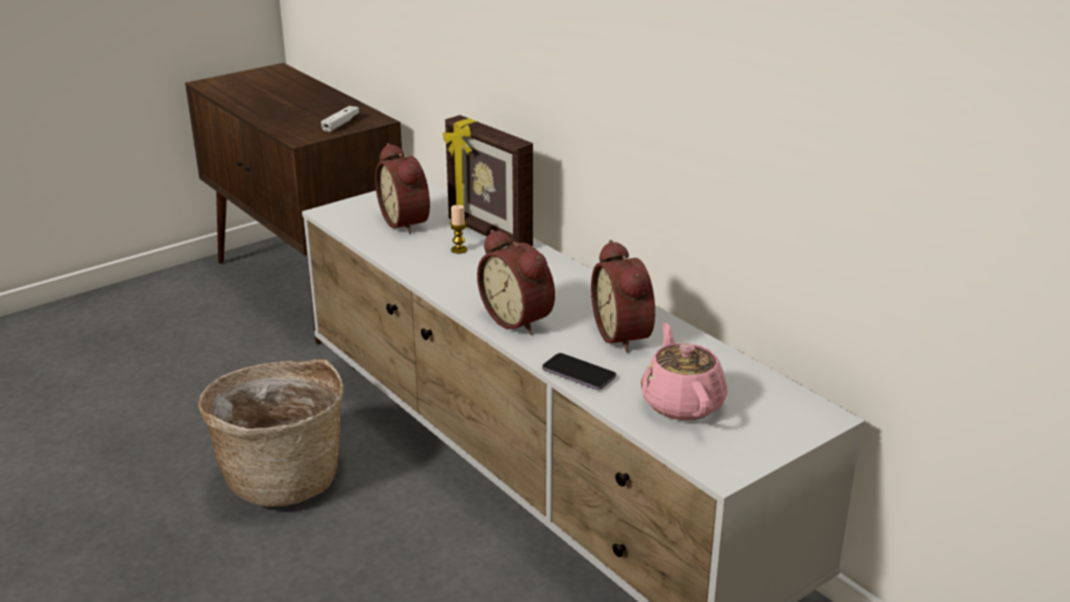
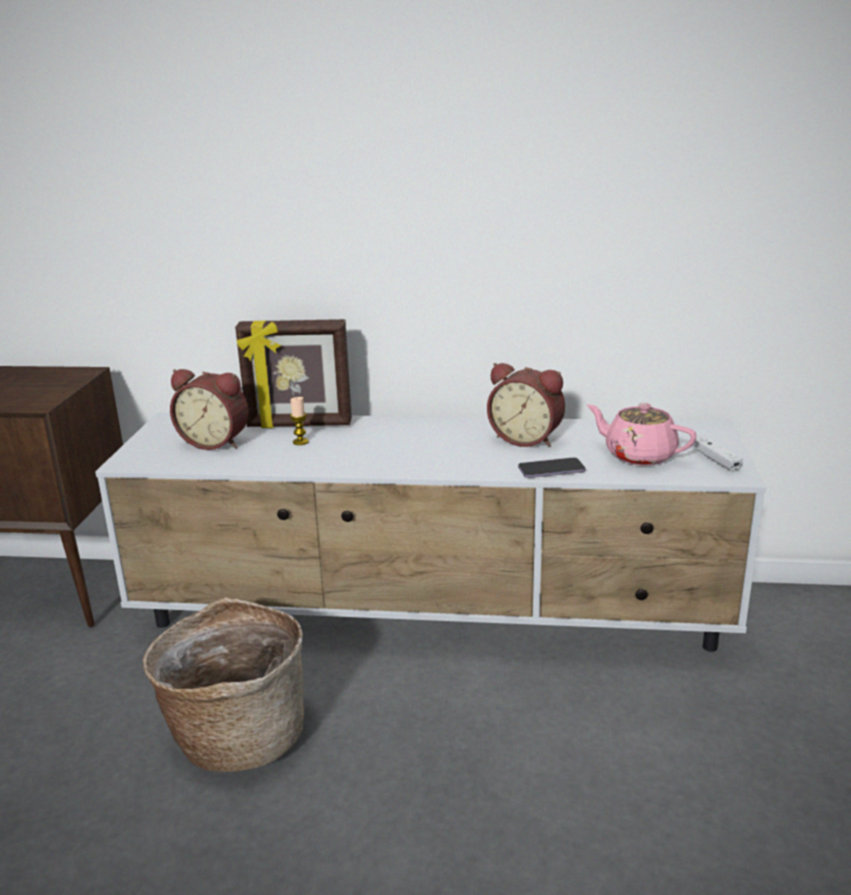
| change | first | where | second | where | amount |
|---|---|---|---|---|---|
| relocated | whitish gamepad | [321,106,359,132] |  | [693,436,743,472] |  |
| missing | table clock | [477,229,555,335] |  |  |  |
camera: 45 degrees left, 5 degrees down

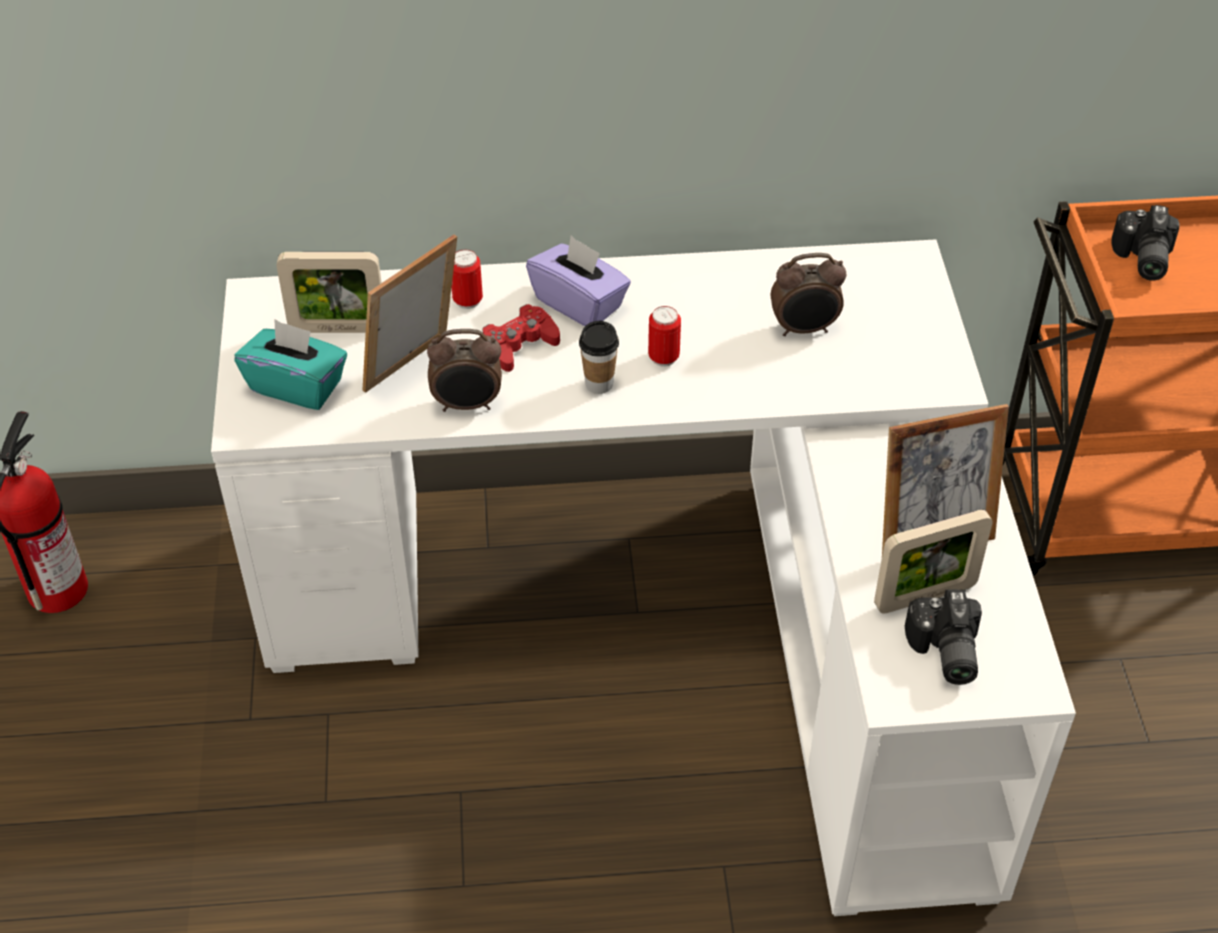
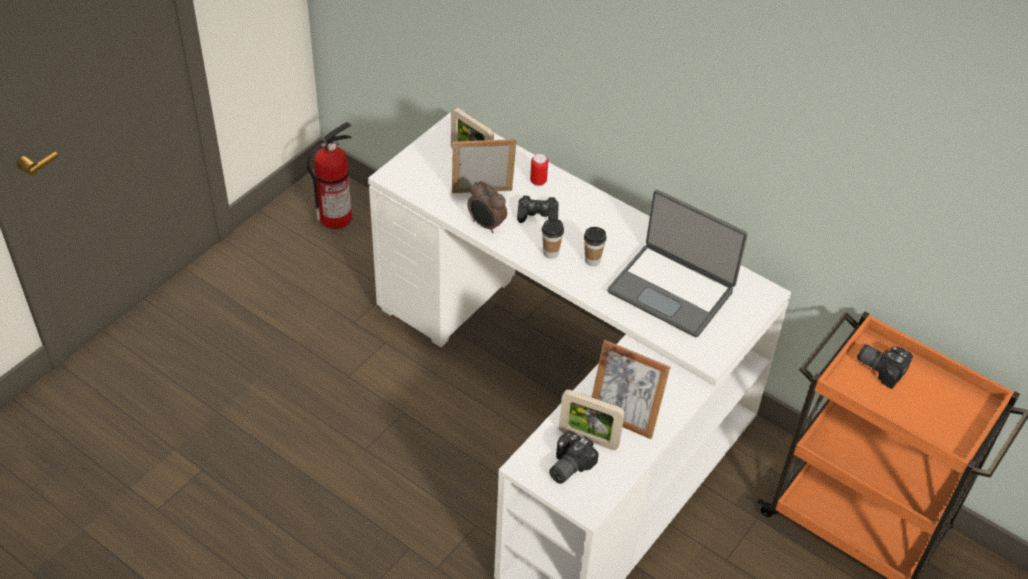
| change | first | where | second | where | amount |
|---|---|---|---|---|---|
| missing | turquoise tissue box | [234,319,347,410] |  |  |  |
| colour | reddish gamepad | [483,304,560,372] | blackish gamepad | [517,195,559,223] |  |
| missing | purplish tissue box | [526,236,631,326] |  |  |  |
| exchanged | metal can | [648,306,681,367] | drinking cup | [584,227,607,266] |  |
| exchanged | table clock | [771,253,846,336] | notebook computer | [607,189,748,338] |  |
| spun | still camera | [1111,205,1179,281] |  | [857,344,913,389] | 75 degrees clockwise |
camera: 40 degrees right, 0 degrees up

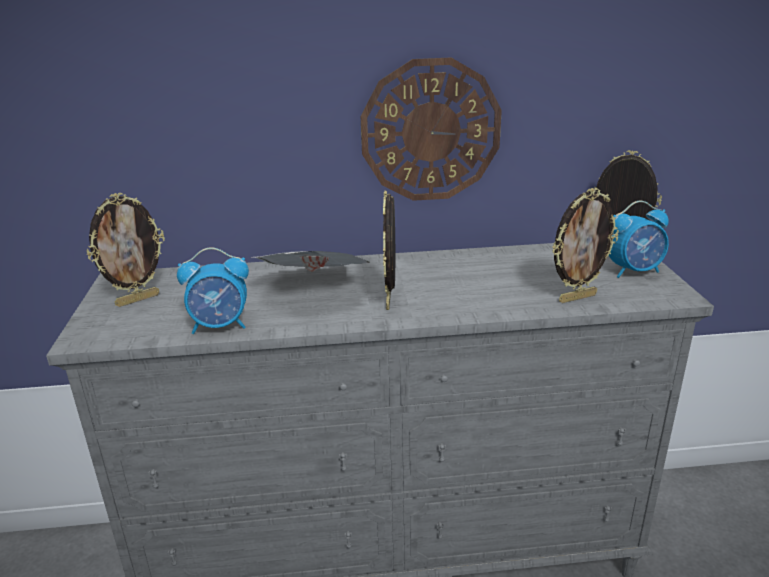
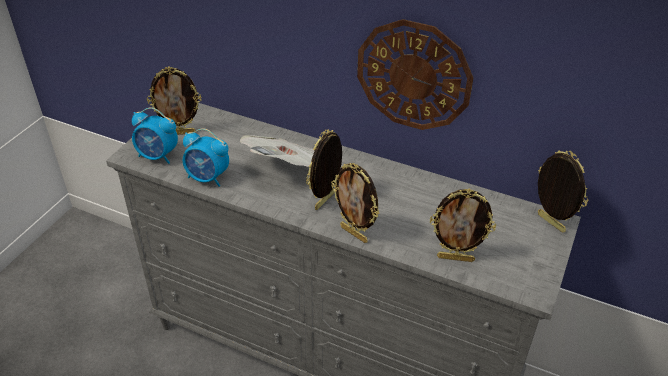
| change | first | where | second | where | amount |
|---|---|---|---|---|---|
| relocated | table clock | [609,201,669,278] |  | [132,107,178,164] |  |
| appeared |  |  | picture frame | [331,163,379,243] |  |
camera: 30 degrees right, 15 degrees up

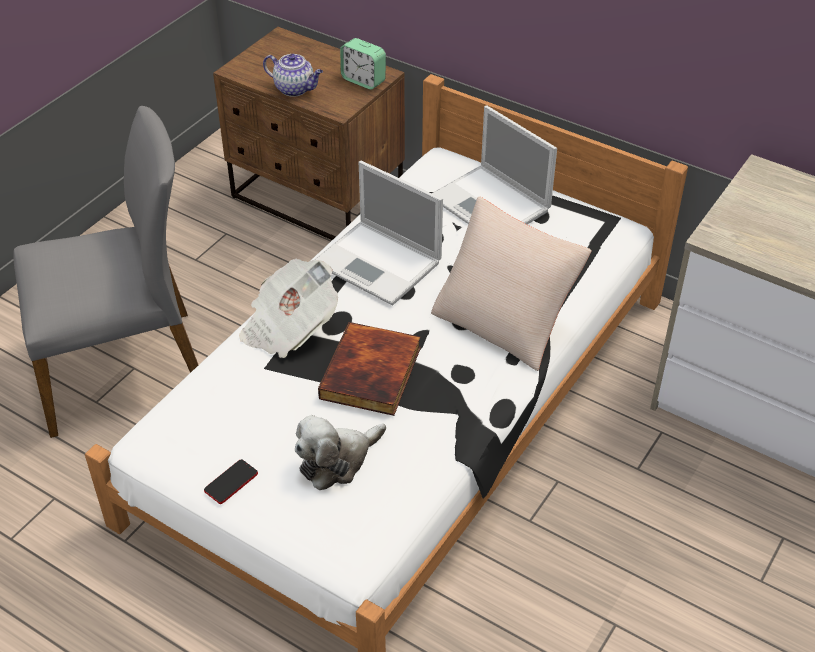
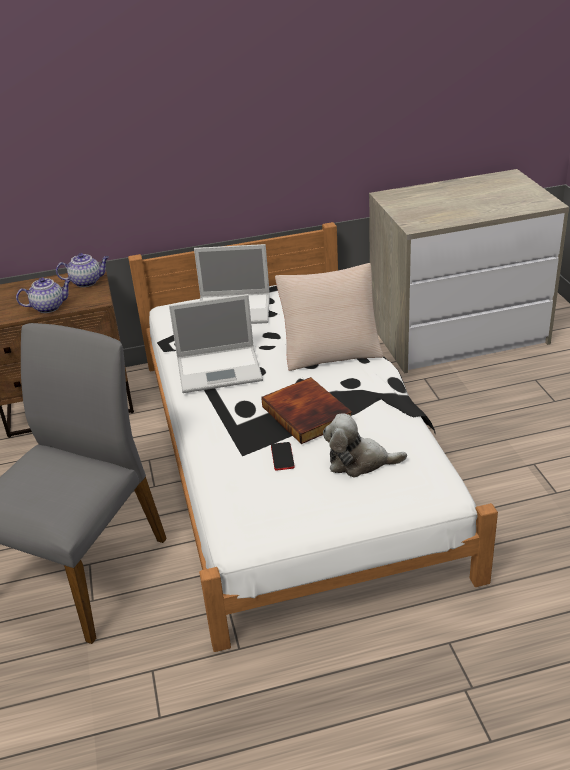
| change | first | where | second | where | amount |
|---|---|---|---|---|---|
| relocated | phone | [204,459,258,504] |  | [271,442,294,471] |  |
| missing | printed paper | [239,259,338,358] |  |  |  |
| spun | plush toy | [295,415,386,490] |  | [323,413,407,477] | 90 degrees clockwise |
| exchanged | table clock | [340,38,386,90] | pot for tea | [56,253,109,287] |  |
camera: 45 degrees left, 10 degrees down

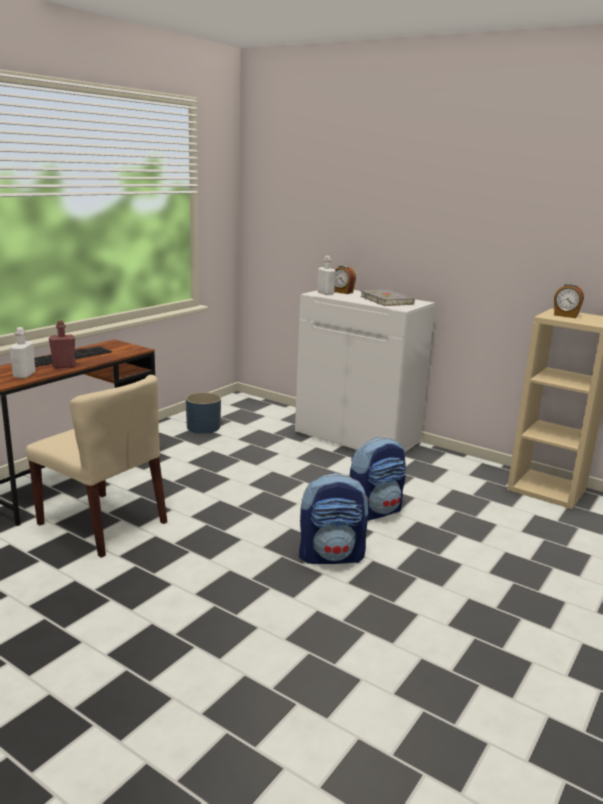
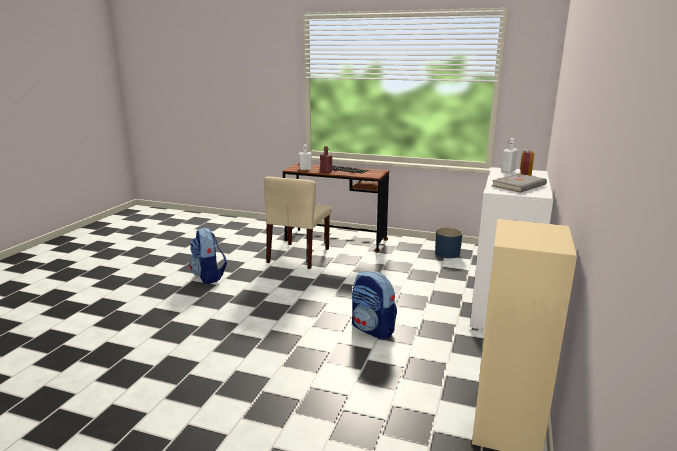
| change | first | where | second | where | amount |
|---|---|---|---|---|---|
| relocated | backpack | [299,473,369,564] |  | [189,228,227,284] |  |
| missing | table clock | [554,283,584,318] |  |  |  |
camera: 75 degrees right, 0 degrees up

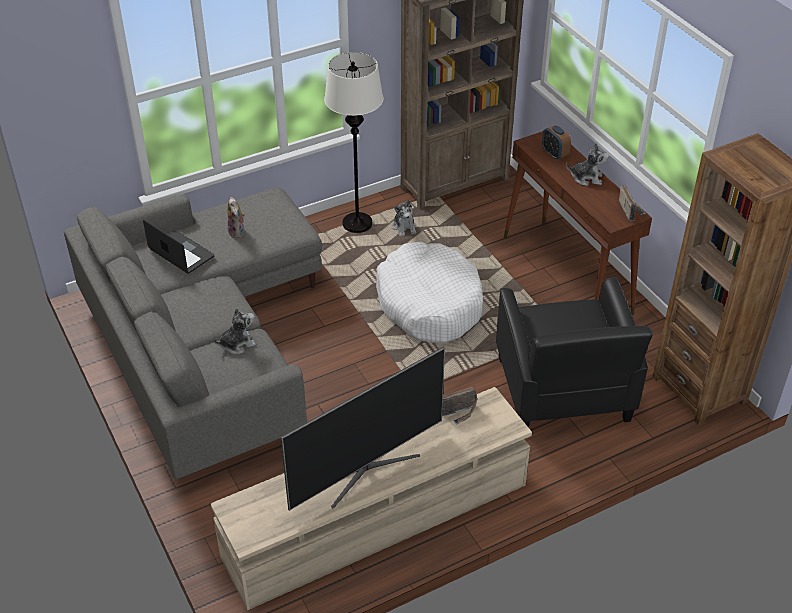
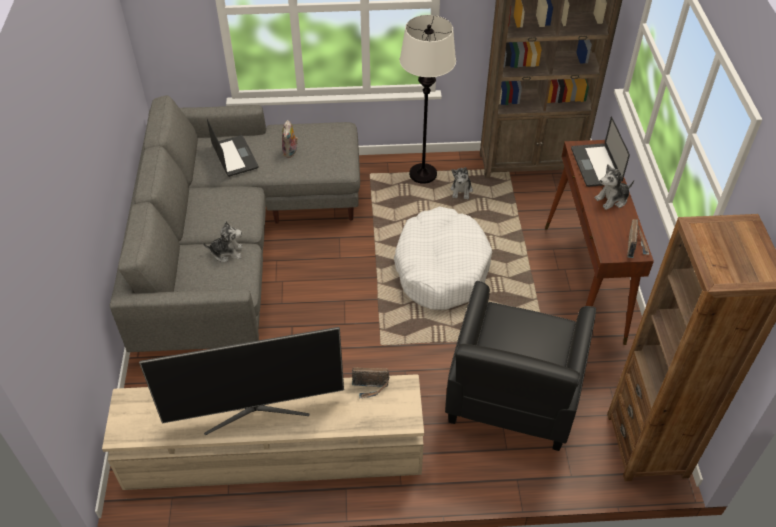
| change | first | where | second | where | amount |
|---|---|---|---|---|---|
| exchanged | table clock | [542,125,571,160] | notebook computer | [571,117,630,187] |  |
| spun | plush toy | [566,143,609,186] |  | [595,164,634,210] | 120 degrees clockwise |
camera: 25 degrees right, 5 degrees up

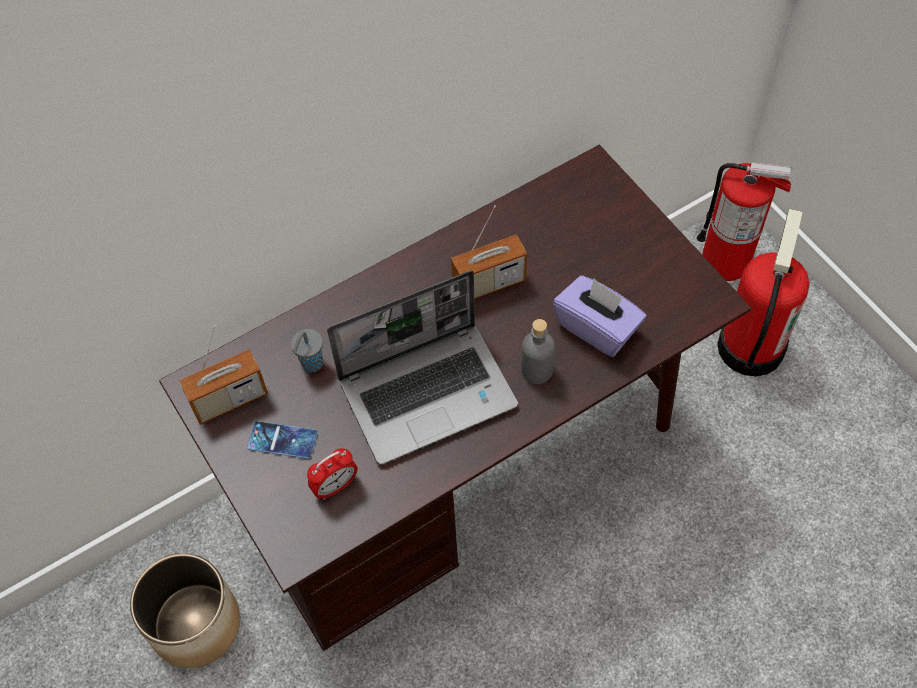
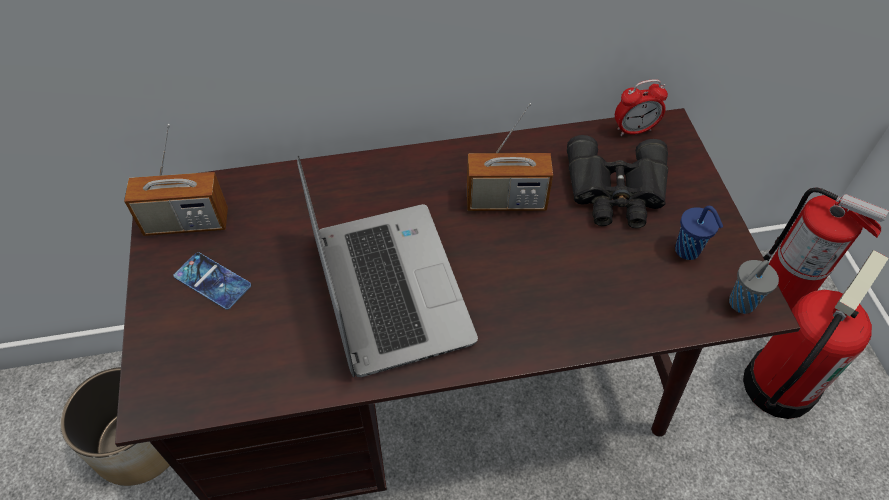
| change | first | where | second | where | amount |
|---|---|---|---|---|---|
| relocated | grey drinking cup | [291,329,323,372] |  | [729,260,779,314] |  |
| relocated | table clock | [307,448,358,500] |  | [615,79,668,136] |  |
| spun | notebook computer | [327,270,518,464] |  | [297,156,478,378] | 105 degrees counterclockwise |
| missing | grey drink bottle | [521,319,555,384] |  |  |  |
| missing | purplish tissue box | [553,275,646,357] |  |  |  |
| appeared |  |  | blackish pair of binoculars | [567,135,668,228] |  |
| appeared |  |  | blue-coloured drinking cup | [675,206,723,260] |  |
camera: 20 degrees right, 5 degrees down

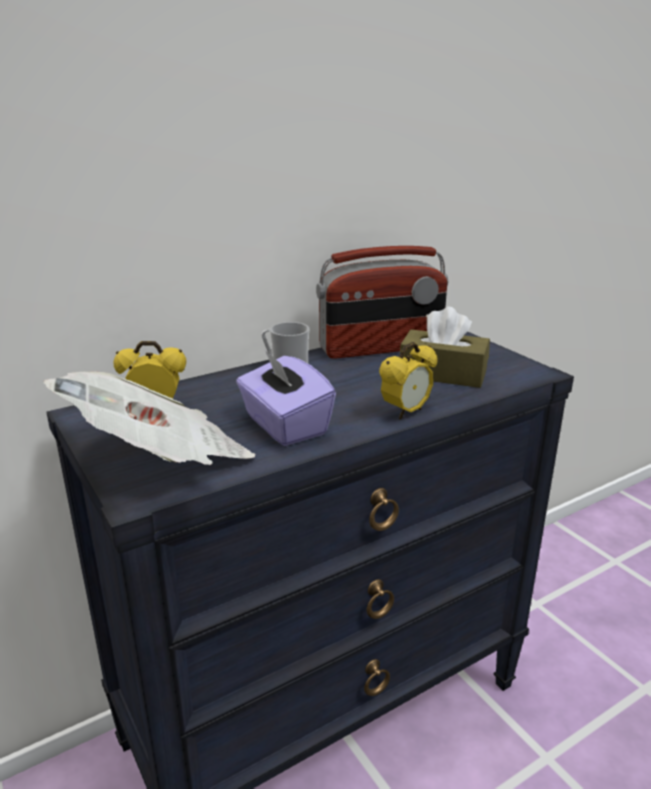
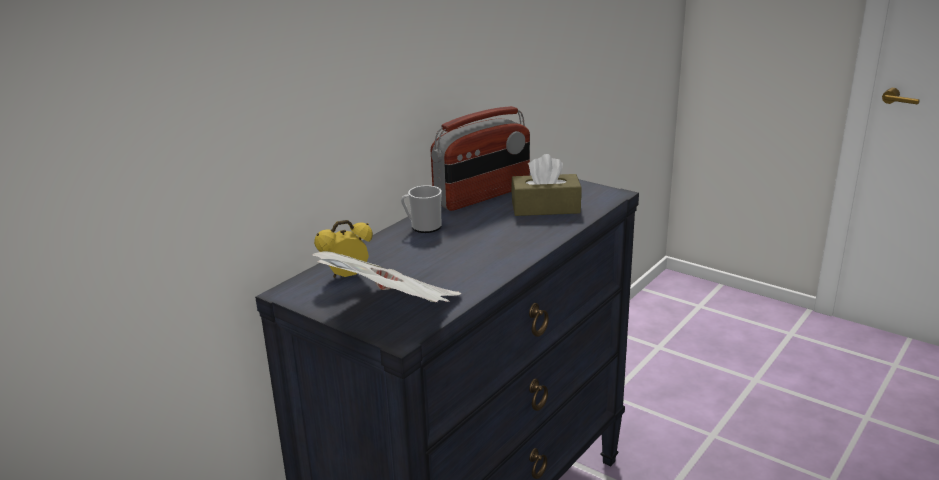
| change | first | where | second | where | amount |
|---|---|---|---|---|---|
| missing | purplish tissue box | [236,350,336,446] |  |  |  |
| missing | table clock | [379,342,437,419] |  |  |  |
camera: 20 degrees left, 0 degrees up

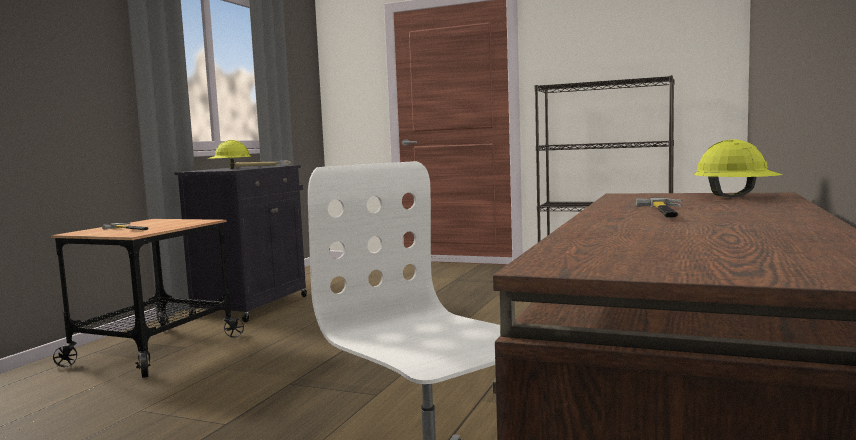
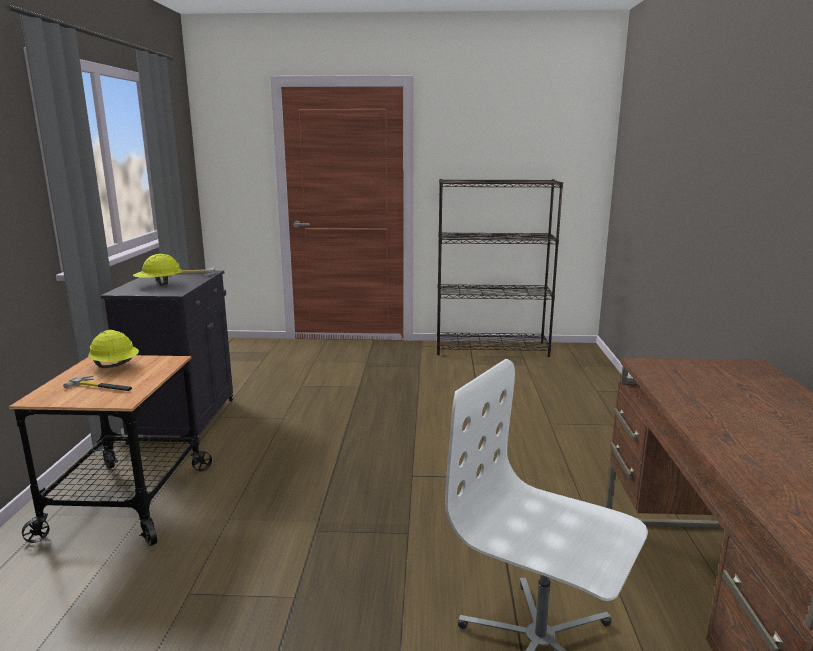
| change | first | where | second | where | amount |
|---|---|---|---|---|---|
| missing | hammer | [636,198,682,218] |  |  |  |
| relocated | yellow-coloured hard hat | [694,139,783,197] |  | [88,330,139,368] |  |
camera: 20 degrees left, 10 degrees up

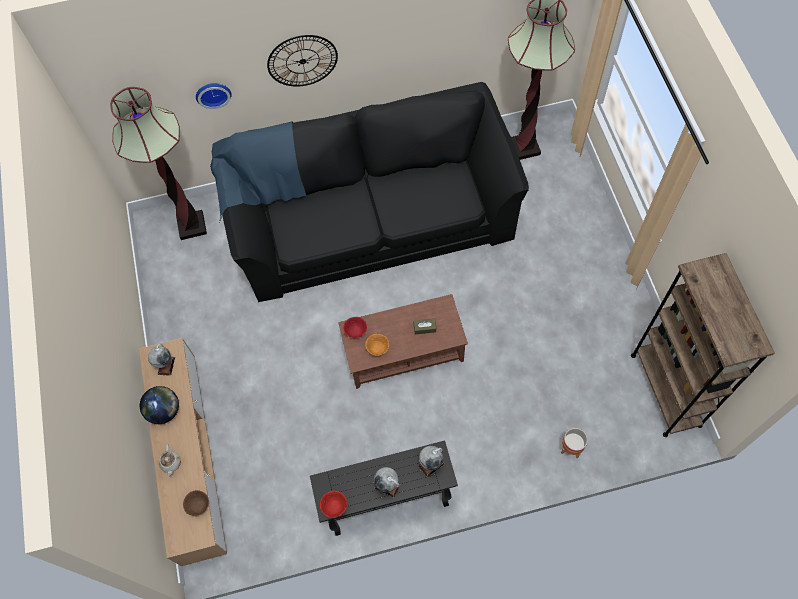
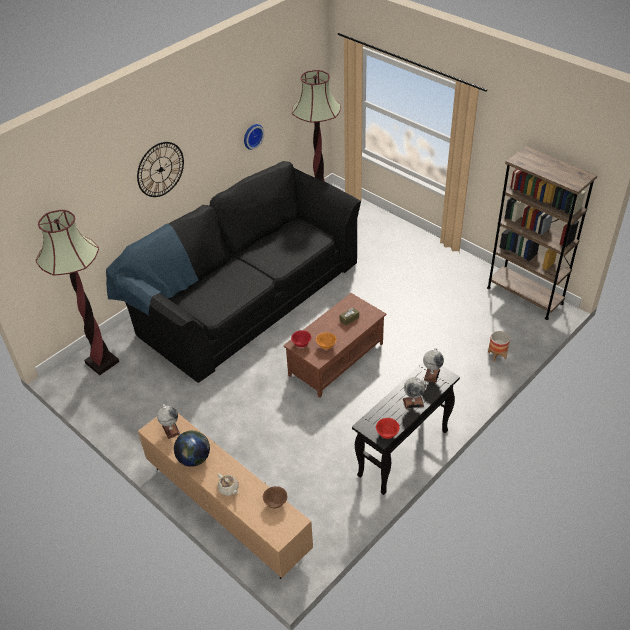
| change | first | where | second | where | amount |
|---|---|---|---|---|---|
| relocated | clock on the wall | [196,83,232,109] |  | [244,124,264,150] |  |
camera: 35 degrees left, 20 degrees down

